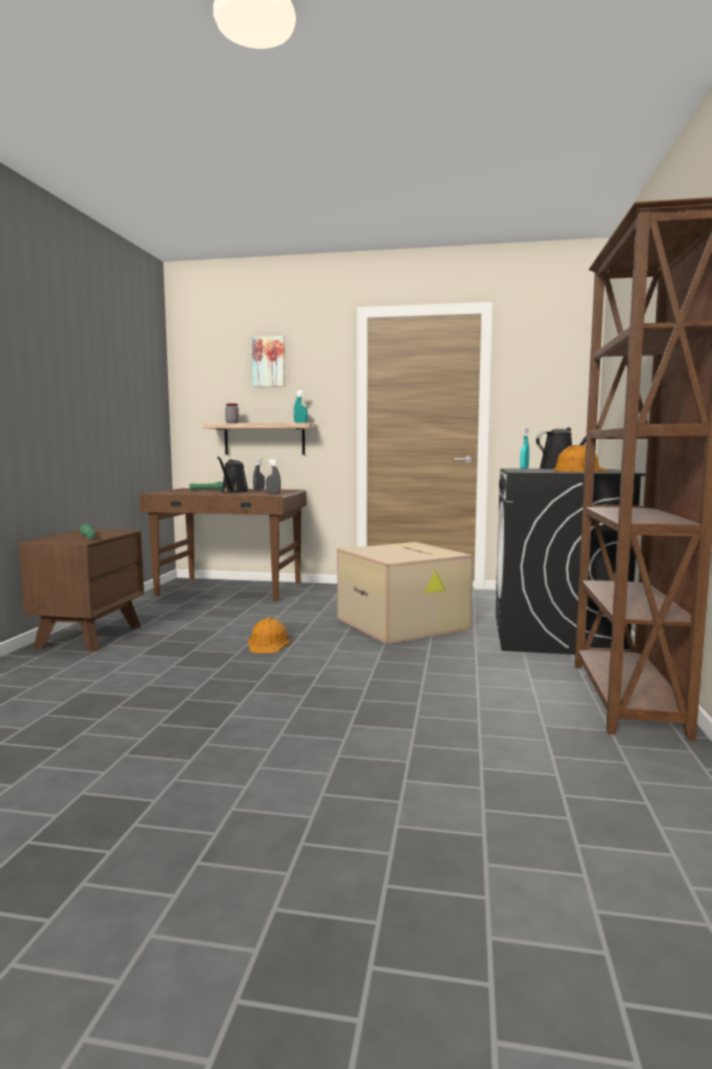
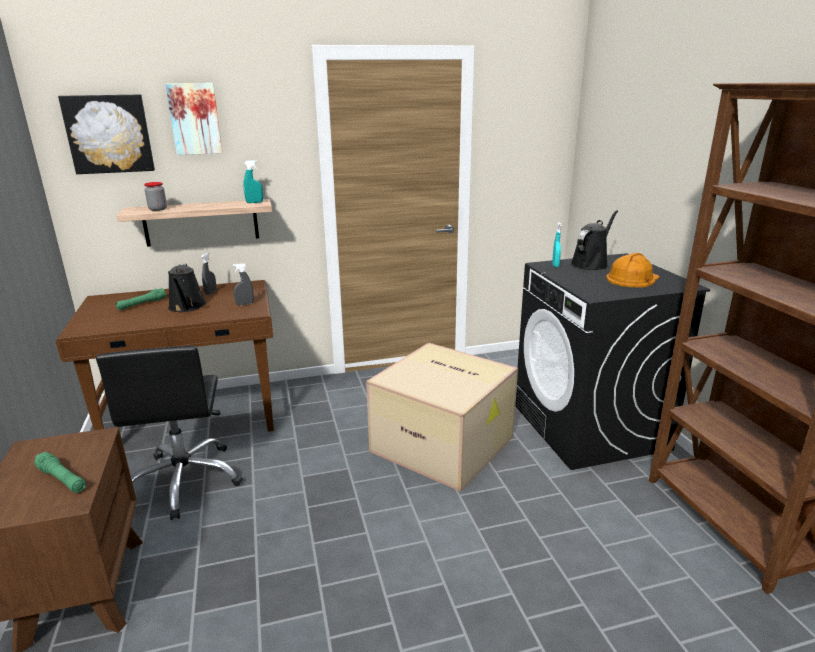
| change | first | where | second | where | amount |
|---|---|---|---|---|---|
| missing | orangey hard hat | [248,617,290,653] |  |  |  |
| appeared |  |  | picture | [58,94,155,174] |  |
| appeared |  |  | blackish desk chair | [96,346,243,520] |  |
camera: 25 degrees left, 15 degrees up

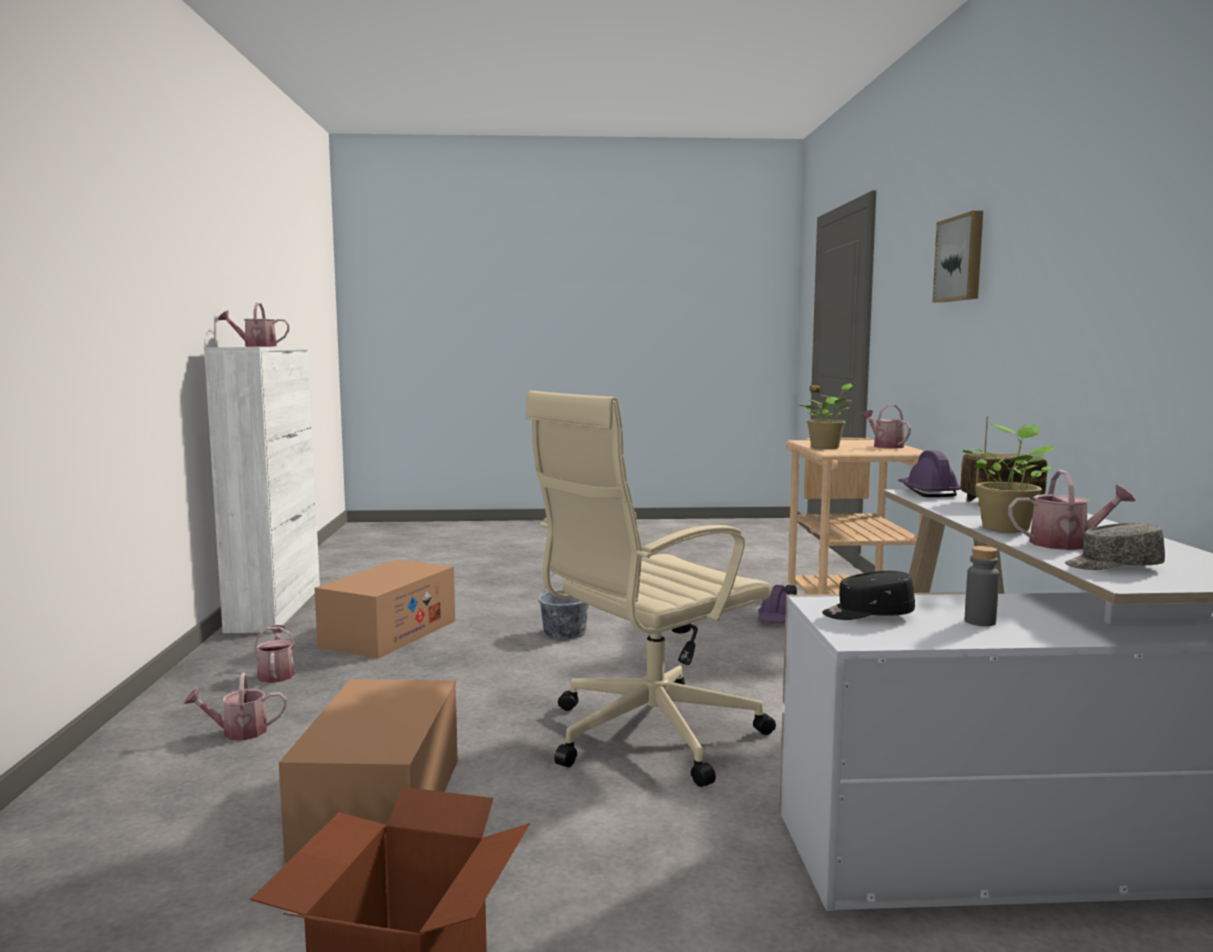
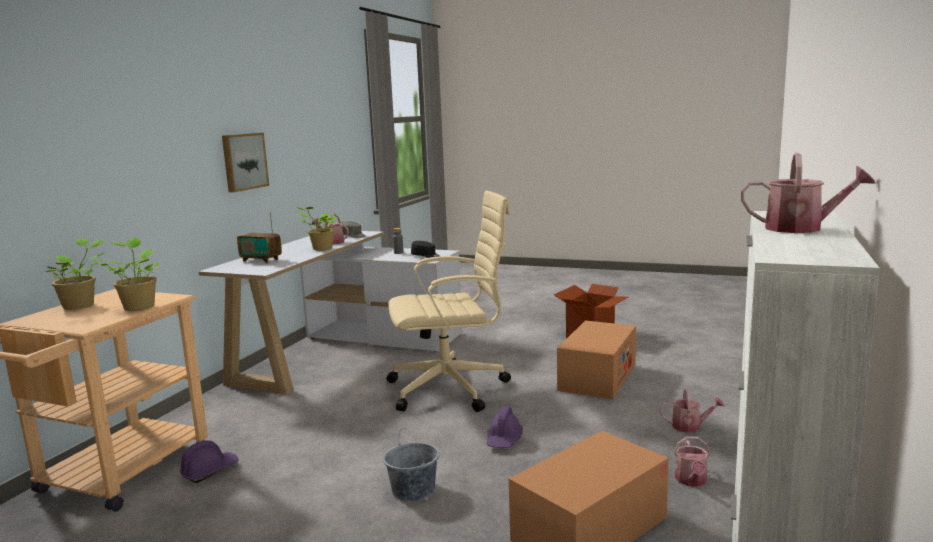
| change | first | where | second | where | amount |
|---|---|---|---|---|---|
| exchanged | sprinkling can | [862,404,911,449] | potted plant | [44,238,105,310] |  |
| relocated | purplish hard hat | [898,450,961,497] |  | [486,407,523,448] |  |
| relocated | picture | [932,211,983,303] |  | [222,133,269,192] |  |
camera: 155 degrees left, 5 degrees up

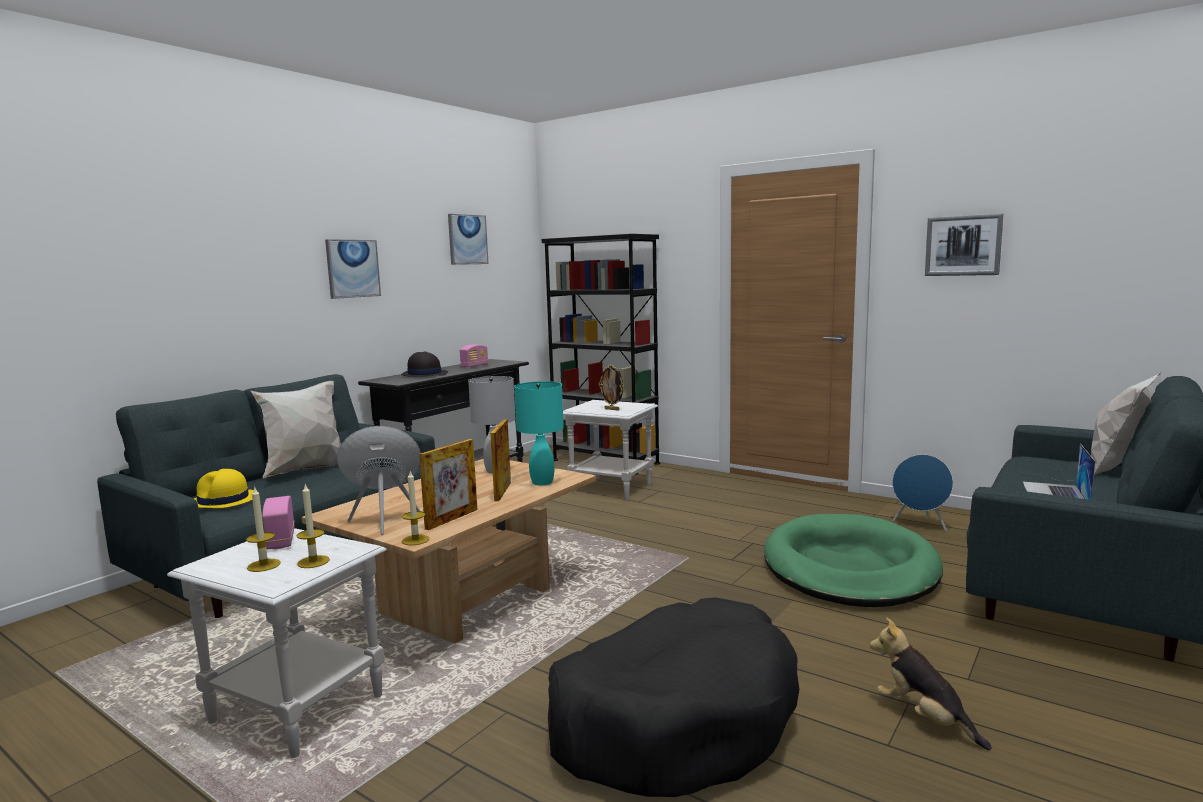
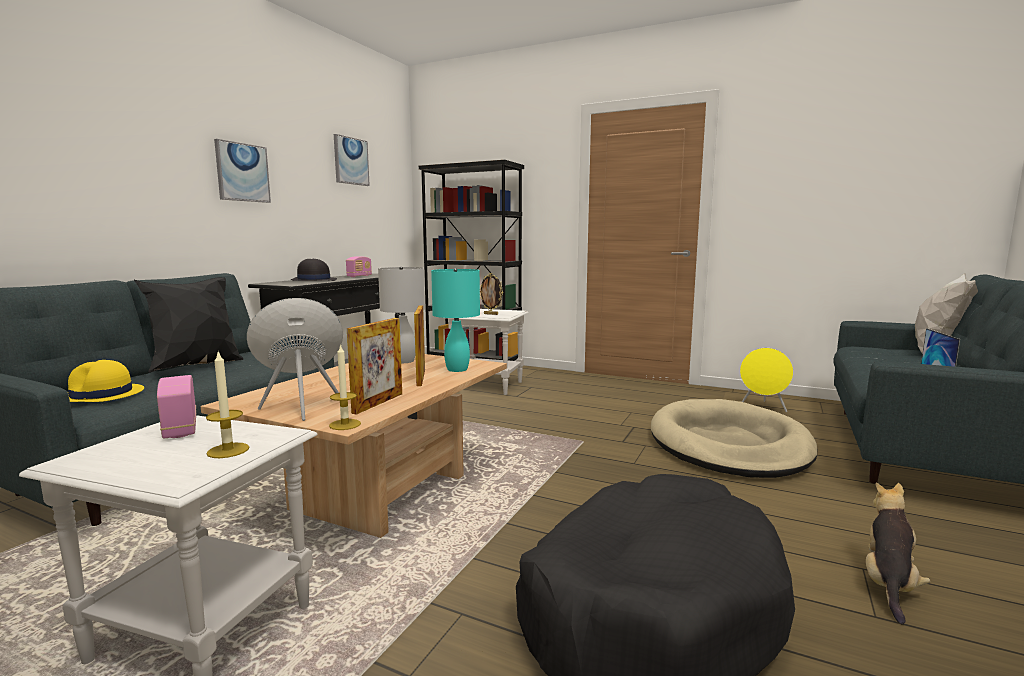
| change | first | where | second | where | amount |
|---|---|---|---|---|---|
| missing | candle | [246,486,281,572] |  |  |  |
| colour | whitish throw pillow | [251,381,341,479] | blackish throw pillow | [134,277,243,373] |  |
| colour | green-coloured dog bed | [764,514,943,607] | sand-coloured dog bed | [651,399,817,478] |  |
| spun | plush toy | [870,618,992,750] |  | [866,482,931,624] | 75 degrees clockwise |
| colour | blue-coloured loudspeaker | [892,454,953,532] | yellow-coloured loudspeaker | [740,348,794,412] |  |
| missing | picture | [925,213,1003,276] |  |  |  |
camera: 10 degrees left, 0 degrees up

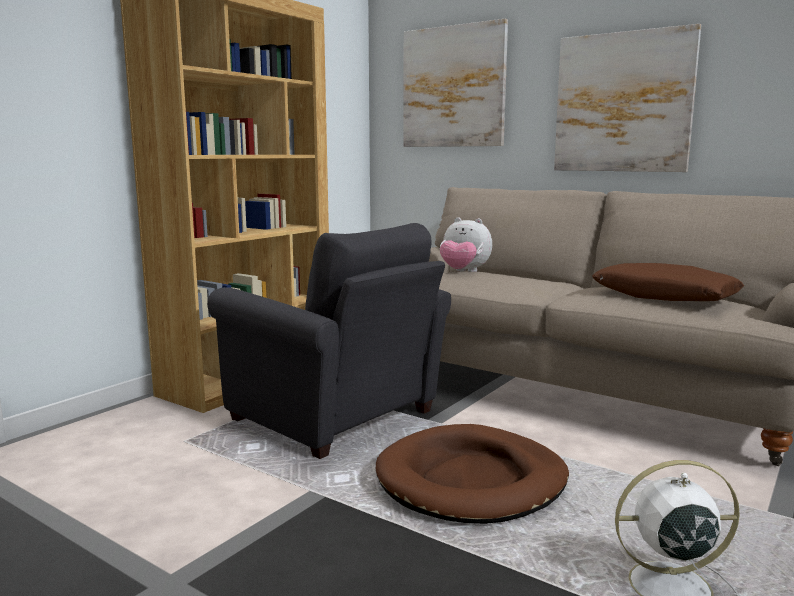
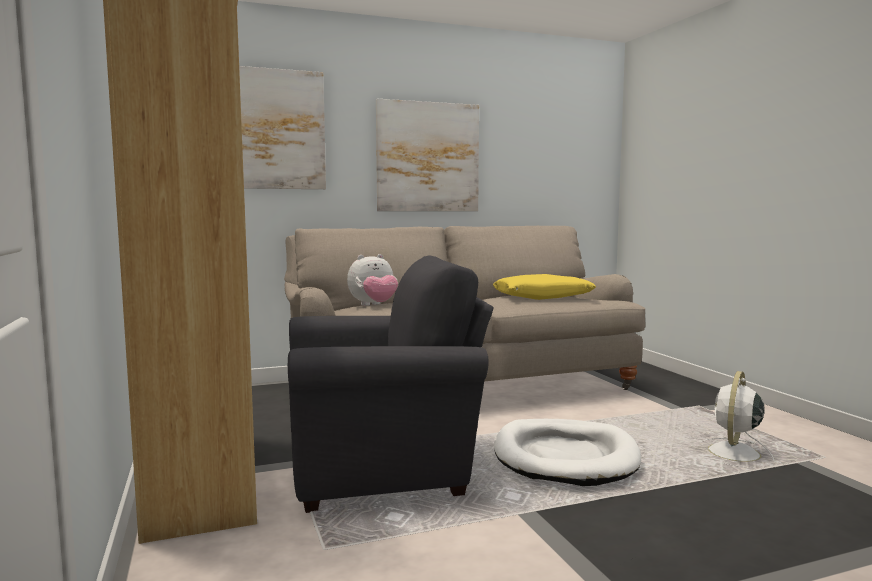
| change | first | where | second | where | amount |
|---|---|---|---|---|---|
| colour | brown-coloured dog bed | [376,424,569,524] | whitish dog bed | [494,419,641,486] |  |
| colour | brown-coloured throw pillow | [592,263,744,301] | yellow-coloured throw pillow | [493,274,596,300] |  |
camera: 55 degrees left, 5 degrees down

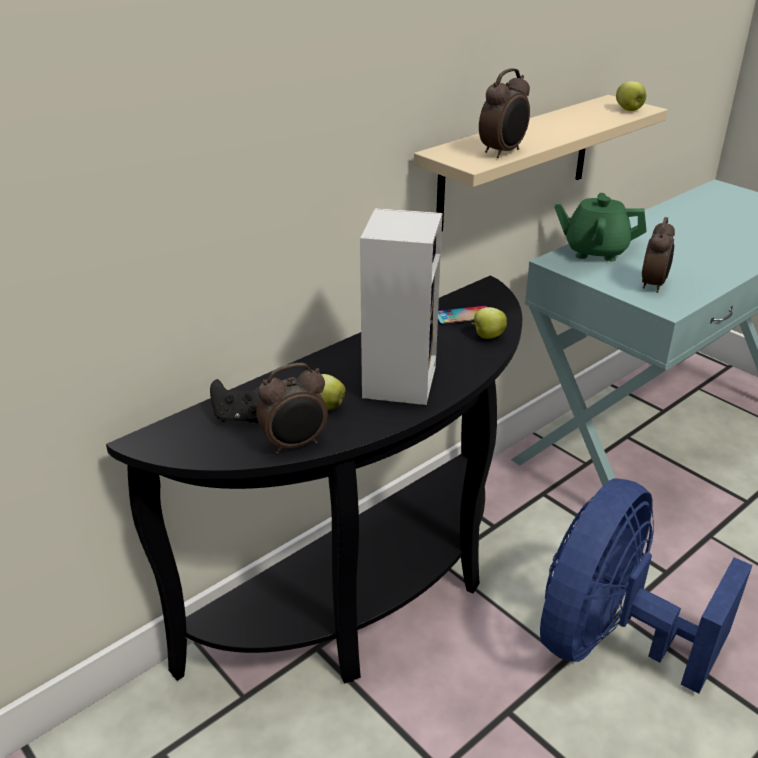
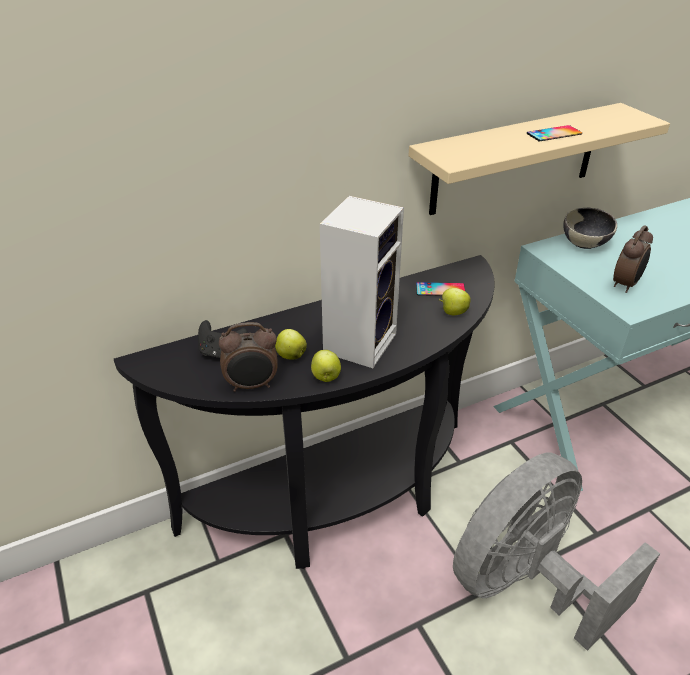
| change | first | where | second | where | amount |
|---|---|---|---|---|---|
| missing | table clock | [479,68,530,158] |  |  |  |
| colour | blue-coloured electric fan | [540,478,752,694] | grey electric fan | [453,453,660,651] |  |
| exchanged | green-coloured pot for tea | [554,193,646,261] | deep dish | [563,208,617,249] |  |
| relocated | apple fruit | [616,81,646,111] |  | [311,350,341,382] |  |
| appeared |  |  | phone | [527,125,582,141] |  |
camera: 15 degrees right, 5 degrees up

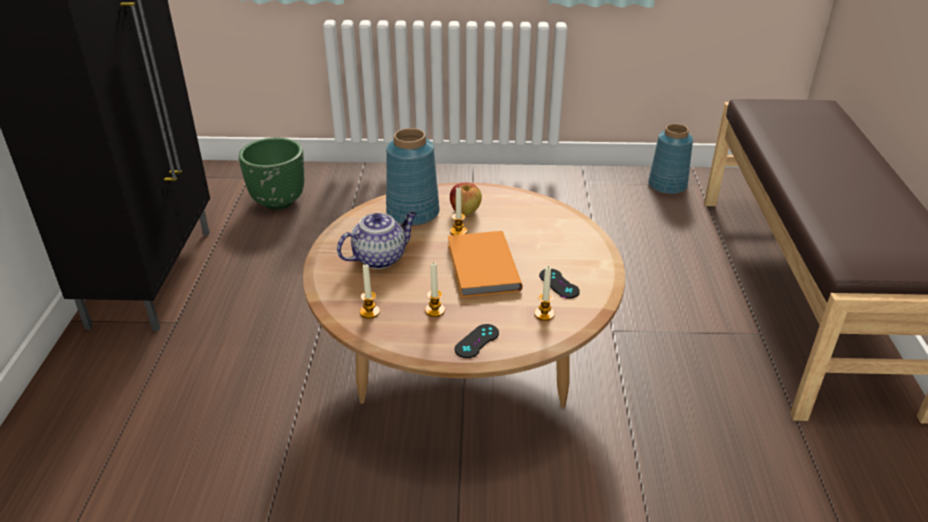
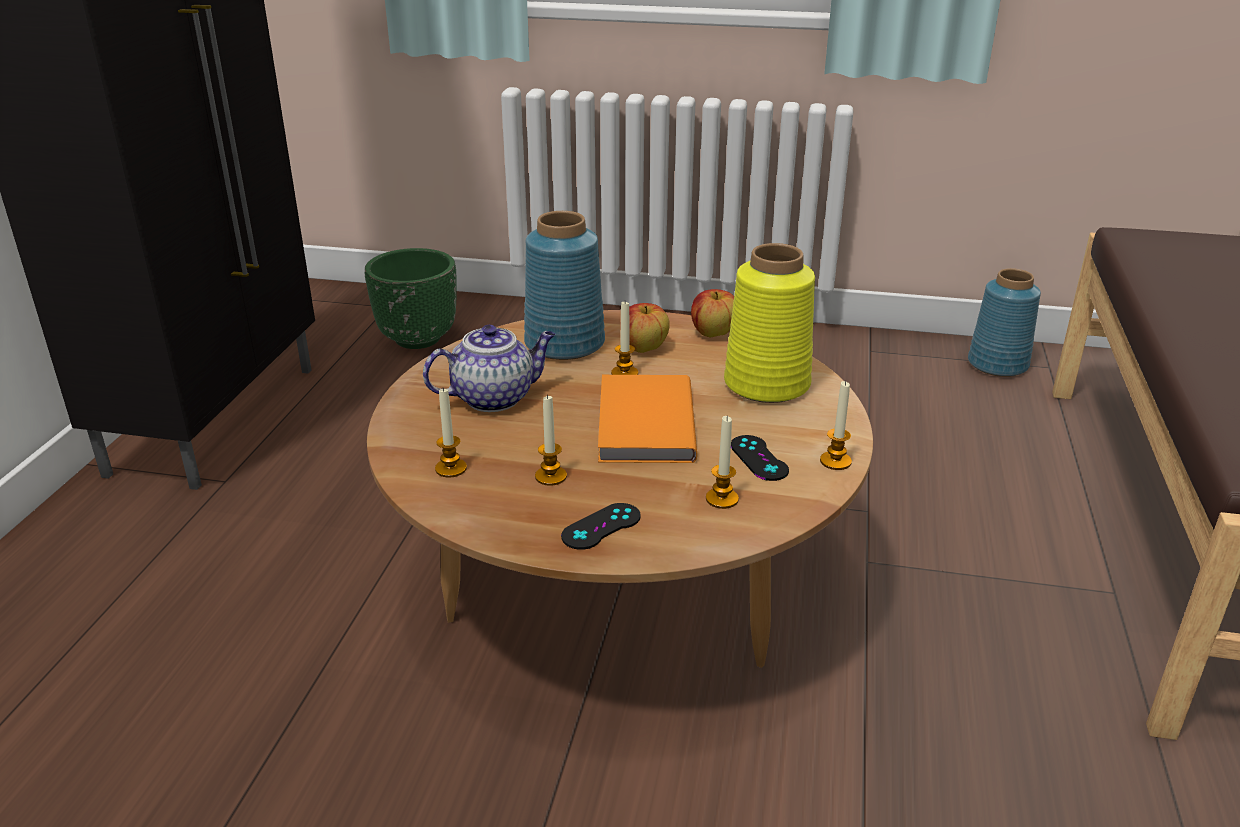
| change | first | where | second | where | amount |
|---|---|---|---|---|---|
| appeared |  |  | apple fruit | [691,289,734,337] |  |
| appeared |  |  | yellow-coloured flower vase | [724,243,815,403] |  |
| appeared |  |  | candle | [820,381,852,470] |  |
camera: 10 degrees right, 5 degrees down

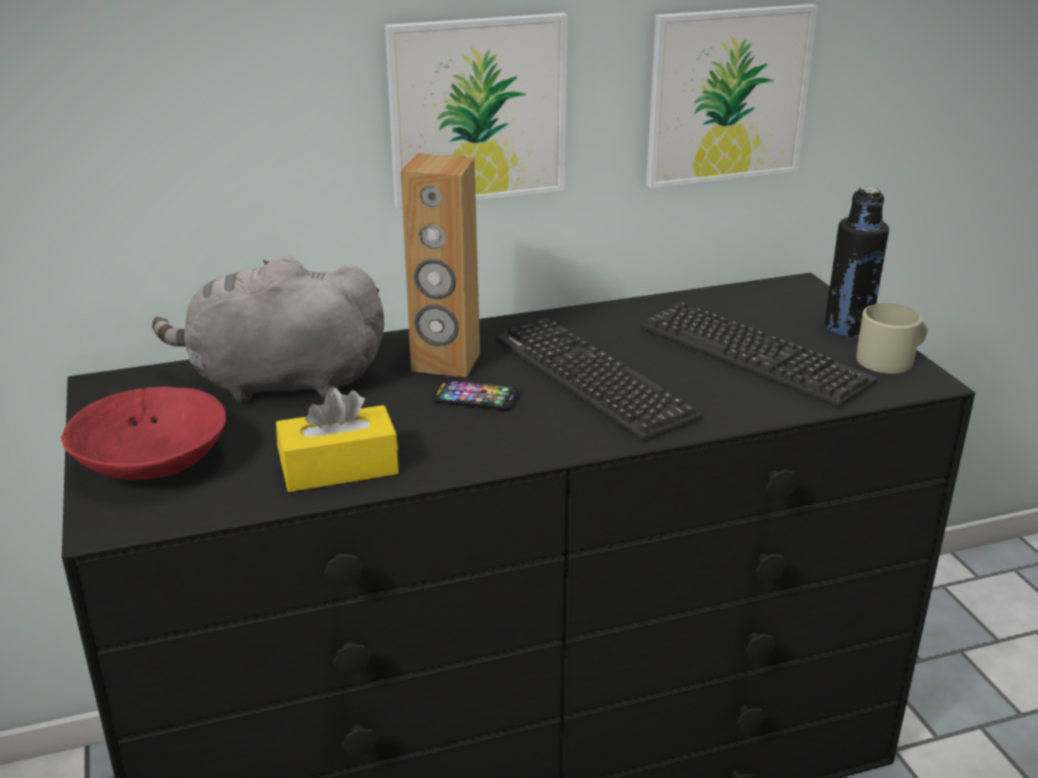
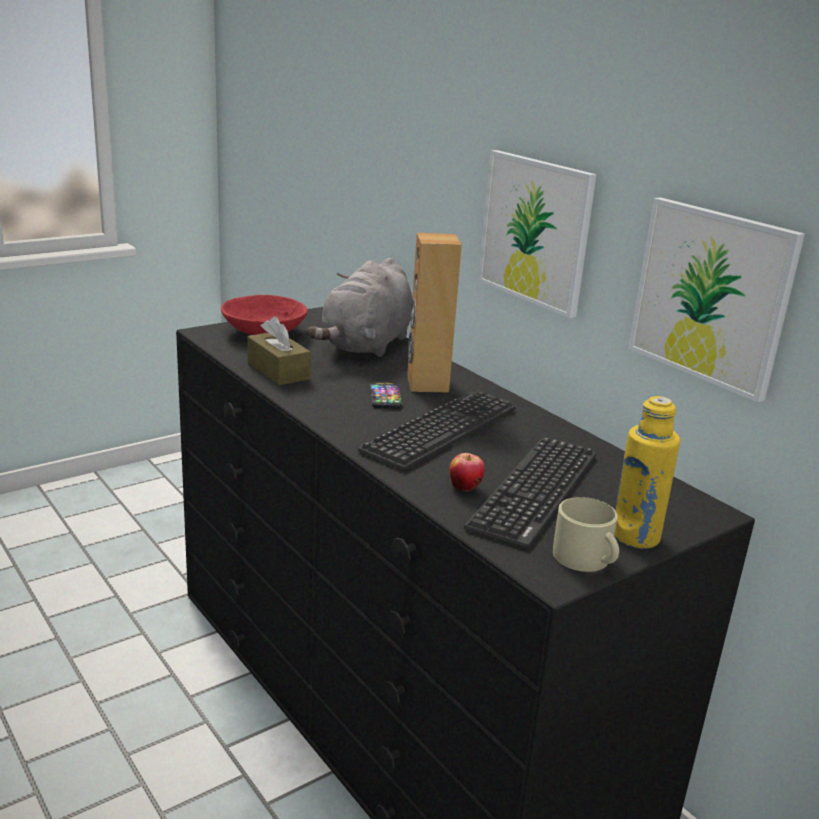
| change | first | where | second | where | amount |
|---|---|---|---|---|---|
| spun | grey plush toy | [152,256,384,403] |  | [307,258,413,357] | 135 degrees counterclockwise |
| colour | yellow-coloured tissue box | [276,387,399,492] | brown-coloured tissue box | [247,316,311,385] |  |
| colour | blackish drink bottle | [824,187,889,338] | yellow-coloured drink bottle | [614,396,680,549] |  |
| appeared |  |  | apple fruit | [449,453,485,492] |  |
camera: 70 degrees right, 5 degrees down

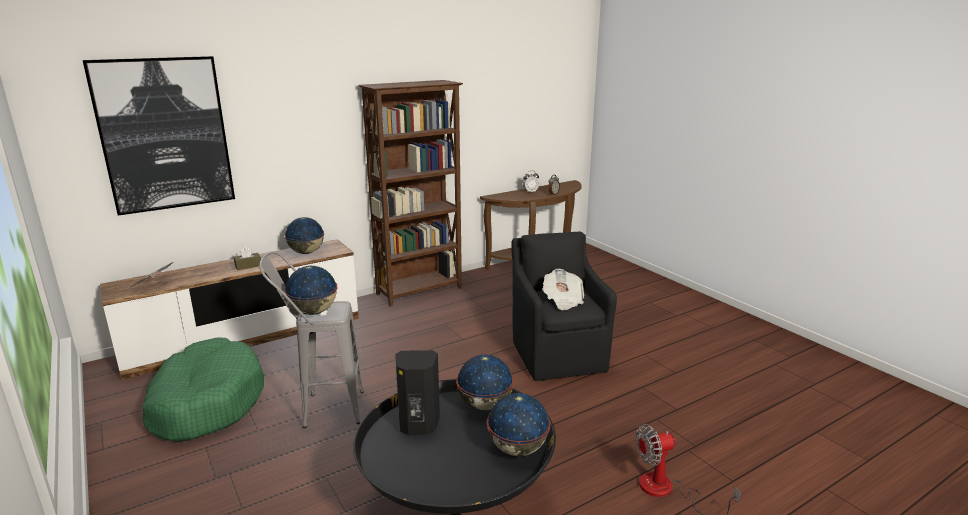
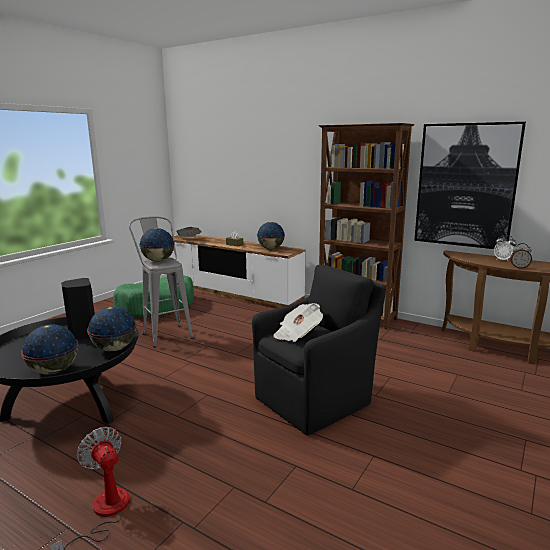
| change | first | where | second | where | amount |
|---|---|---|---|---|---|
| relocated | picture | [83,56,235,216] |  | [414,122,526,249] |  |
camera: 65 degrees right, 5 degrees down

